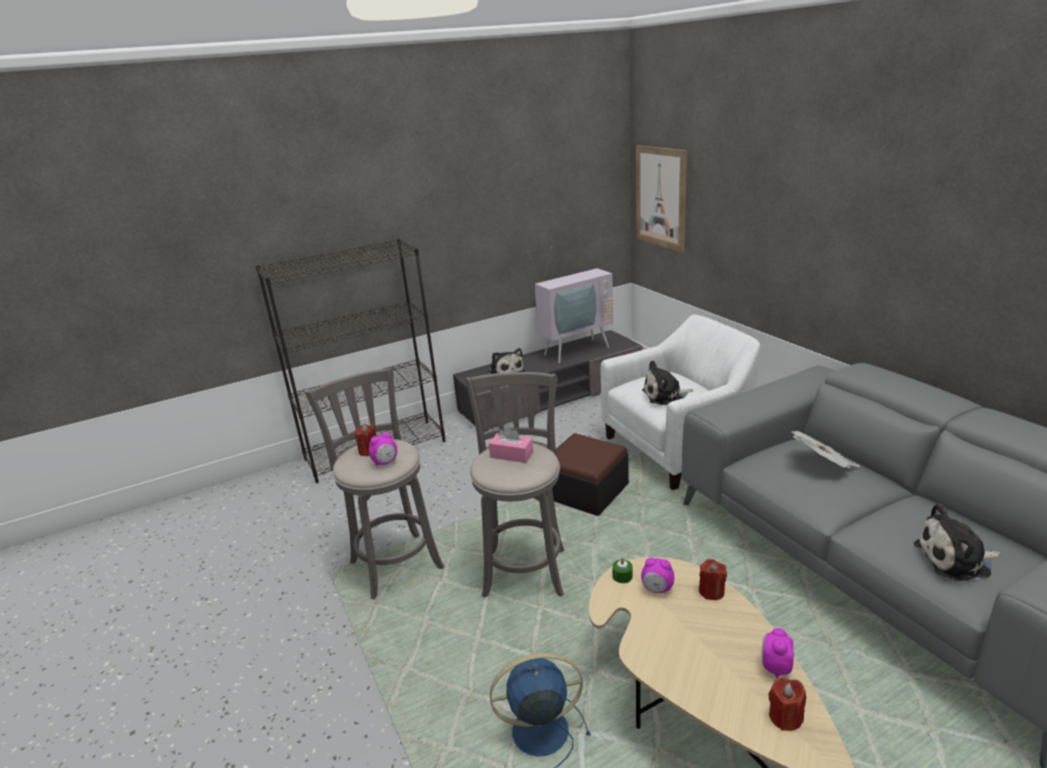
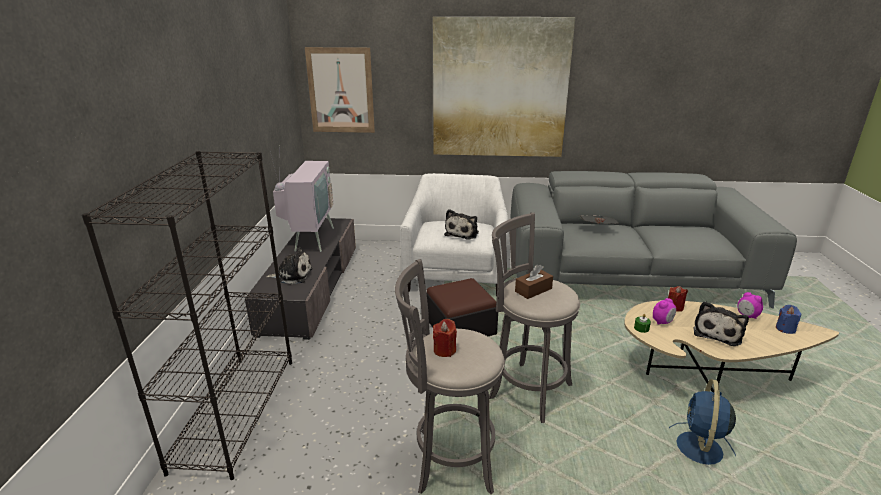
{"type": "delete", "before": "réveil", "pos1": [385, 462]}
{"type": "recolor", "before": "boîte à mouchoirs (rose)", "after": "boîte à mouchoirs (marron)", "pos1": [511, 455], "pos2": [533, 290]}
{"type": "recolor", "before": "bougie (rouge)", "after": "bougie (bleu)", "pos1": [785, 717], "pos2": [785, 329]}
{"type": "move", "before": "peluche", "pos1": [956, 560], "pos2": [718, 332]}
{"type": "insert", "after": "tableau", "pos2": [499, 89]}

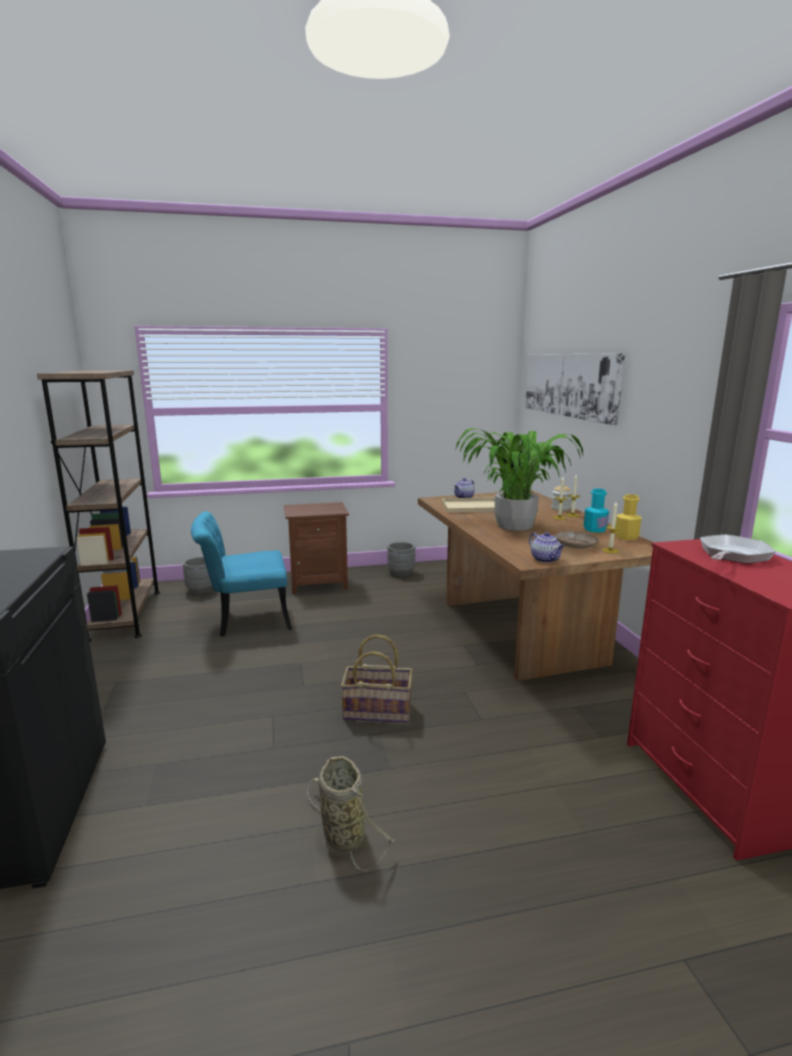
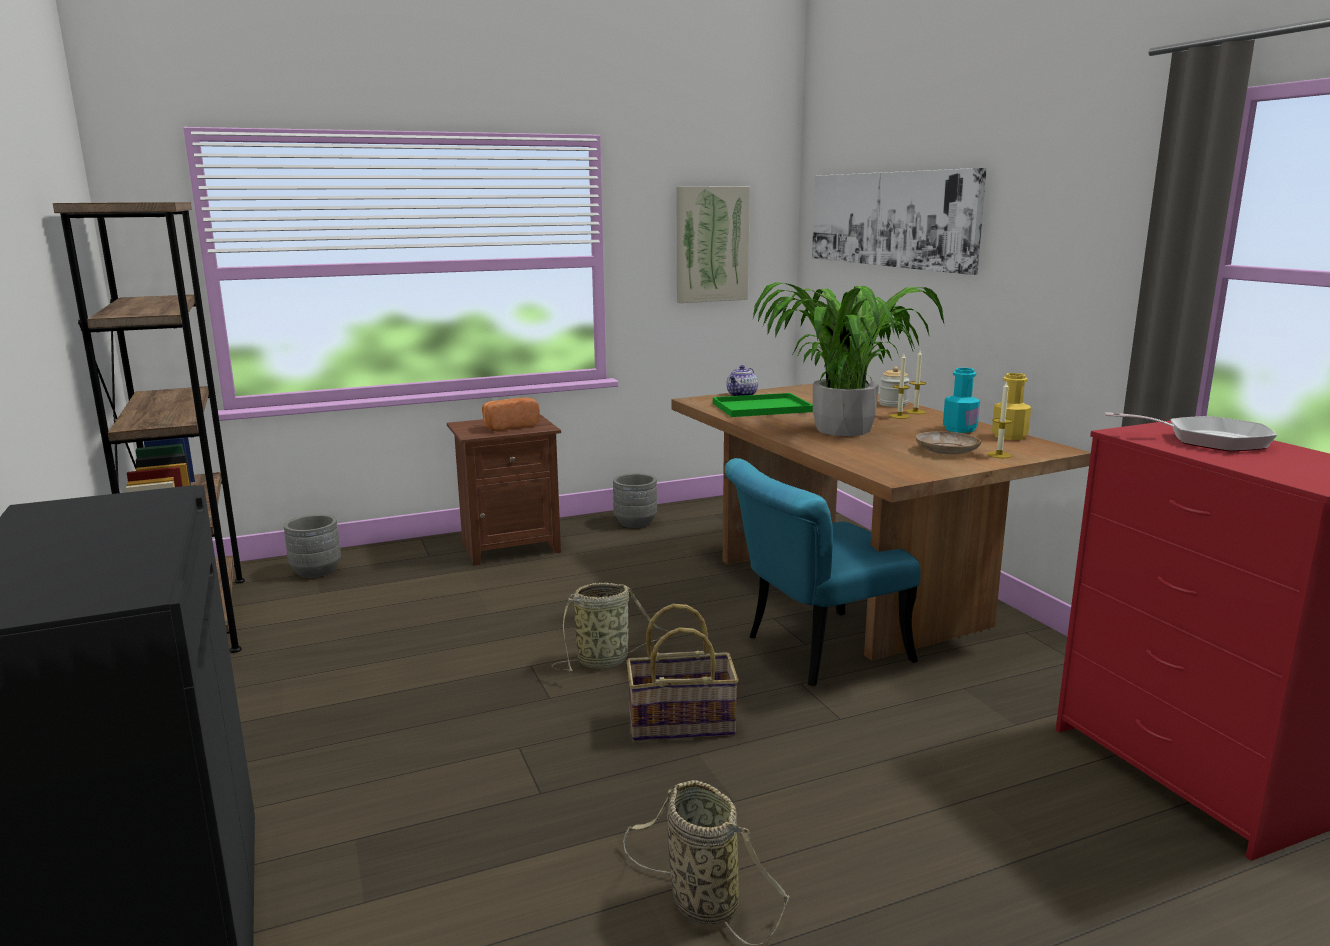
{"type": "move", "before": "chaise (turquoise)", "pos1": [245, 620], "pos2": [813, 652]}
{"type": "recolor", "before": "plateau (beige)", "after": "plateau (vert)", "pos1": [470, 507], "pos2": [760, 408]}
{"type": "delete", "before": "théière", "pos1": [545, 559]}
{"type": "rotate", "before": "poêle", "pos1": [732, 555], "pos2": [1208, 440], "turn": 75}
{"type": "insert", "after": "pain", "pos2": [509, 426]}
{"type": "insert", "after": "panier", "pos2": [606, 660]}
{"type": "insert", "after": "tableau", "pos2": [711, 244]}

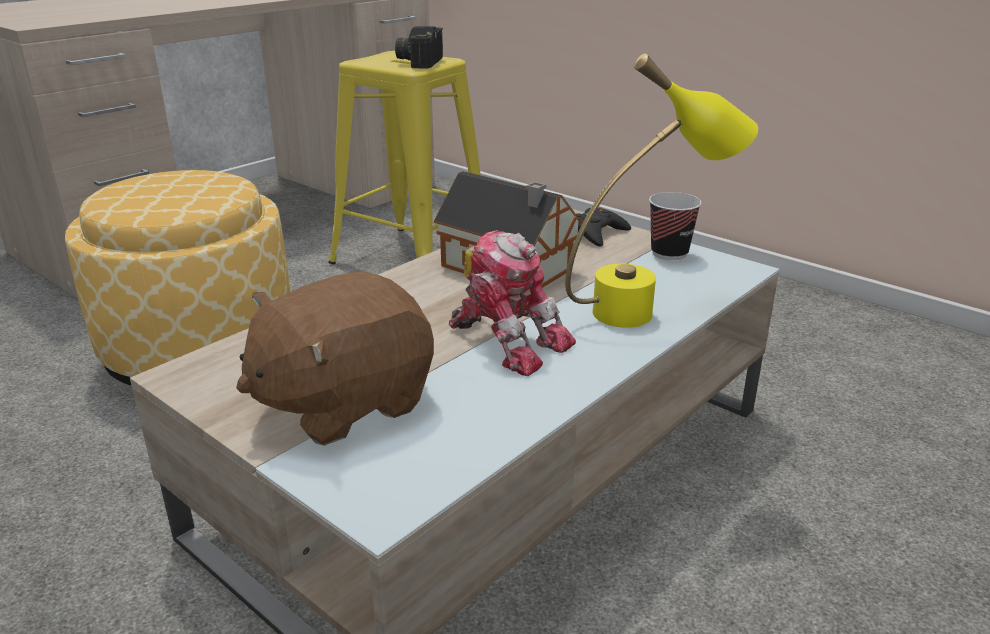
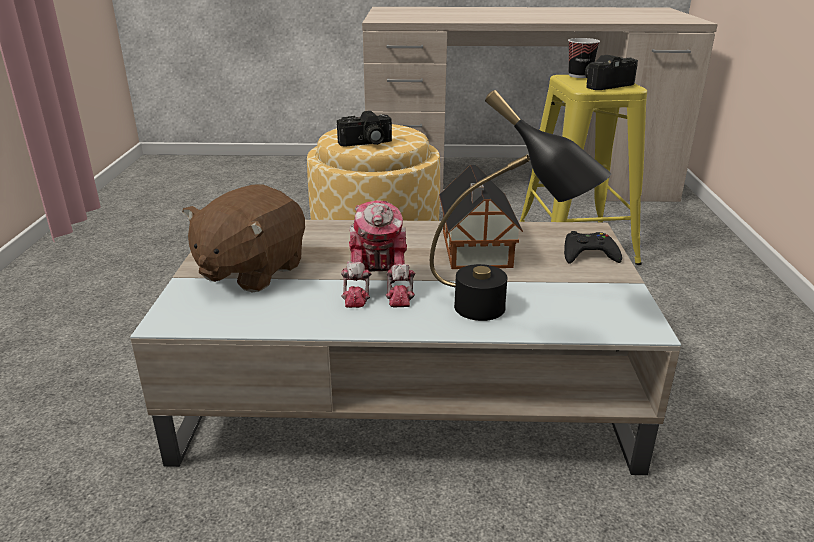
{"type": "rotate", "before": "peluche (marron)", "pos1": [343, 402], "pos2": [250, 271], "turn": -75}
{"type": "recolor", "before": "lampe de table (jaune)", "after": "lampe de table (noir)", "pos1": [648, 308], "pos2": [504, 313]}
{"type": "move", "before": "tasse", "pos1": [669, 253], "pos2": [579, 76]}
{"type": "insert", "after": "appareil photo", "pos2": [366, 143]}

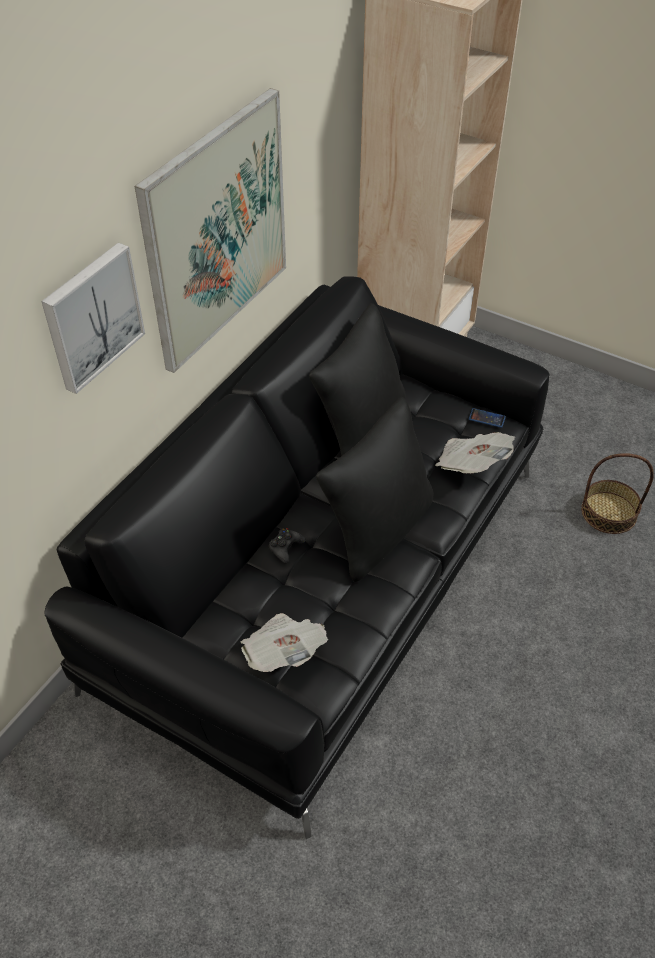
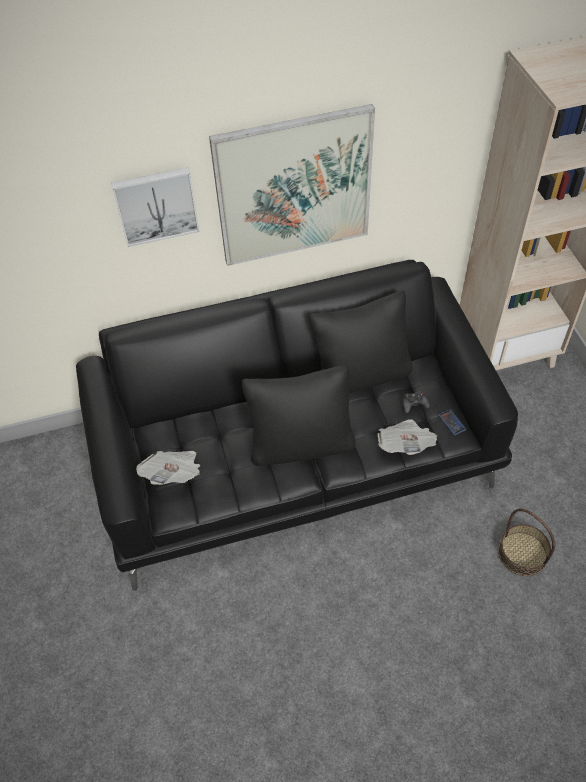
{"type": "move", "before": "manette (noir)", "pos1": [285, 547], "pos2": [414, 404]}

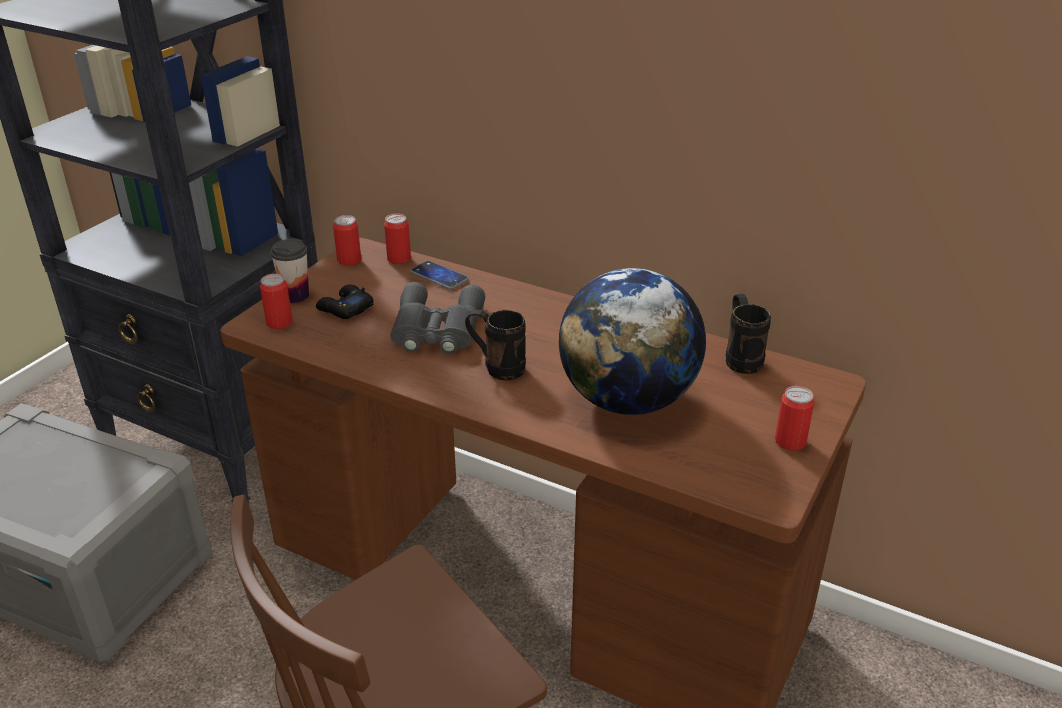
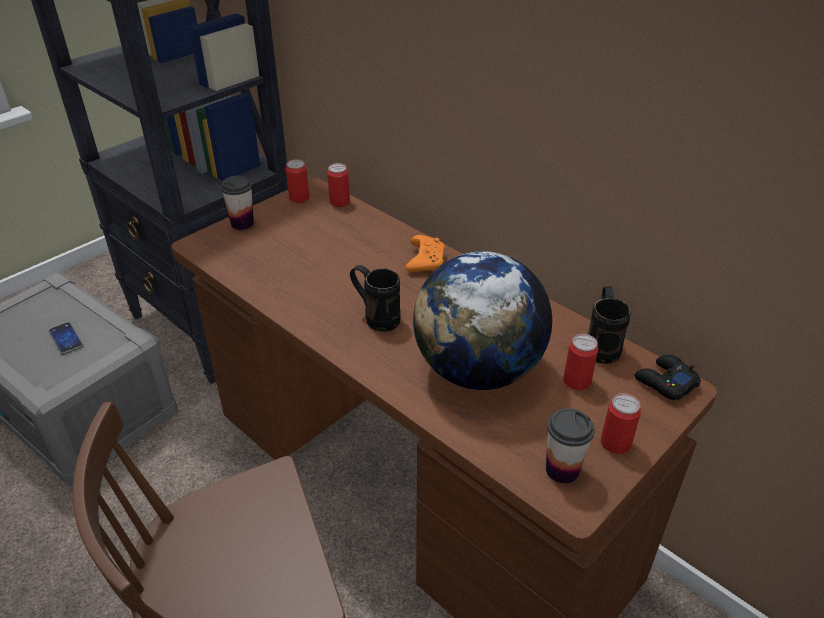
{"type": "move", "before": "boîte métallique", "pos1": [279, 323], "pos2": [577, 381]}
{"type": "move", "before": "manette (noir)", "pos1": [345, 308], "pos2": [665, 382]}
{"type": "delete", "before": "jumelles (gris)", "pos1": [436, 330]}
{"type": "move", "before": "téléphone", "pos1": [439, 276], "pos2": [66, 339]}
{"type": "insert", "after": "manette (orange)", "pos2": [425, 261]}
{"type": "insert", "after": "tasse", "pos2": [562, 470]}

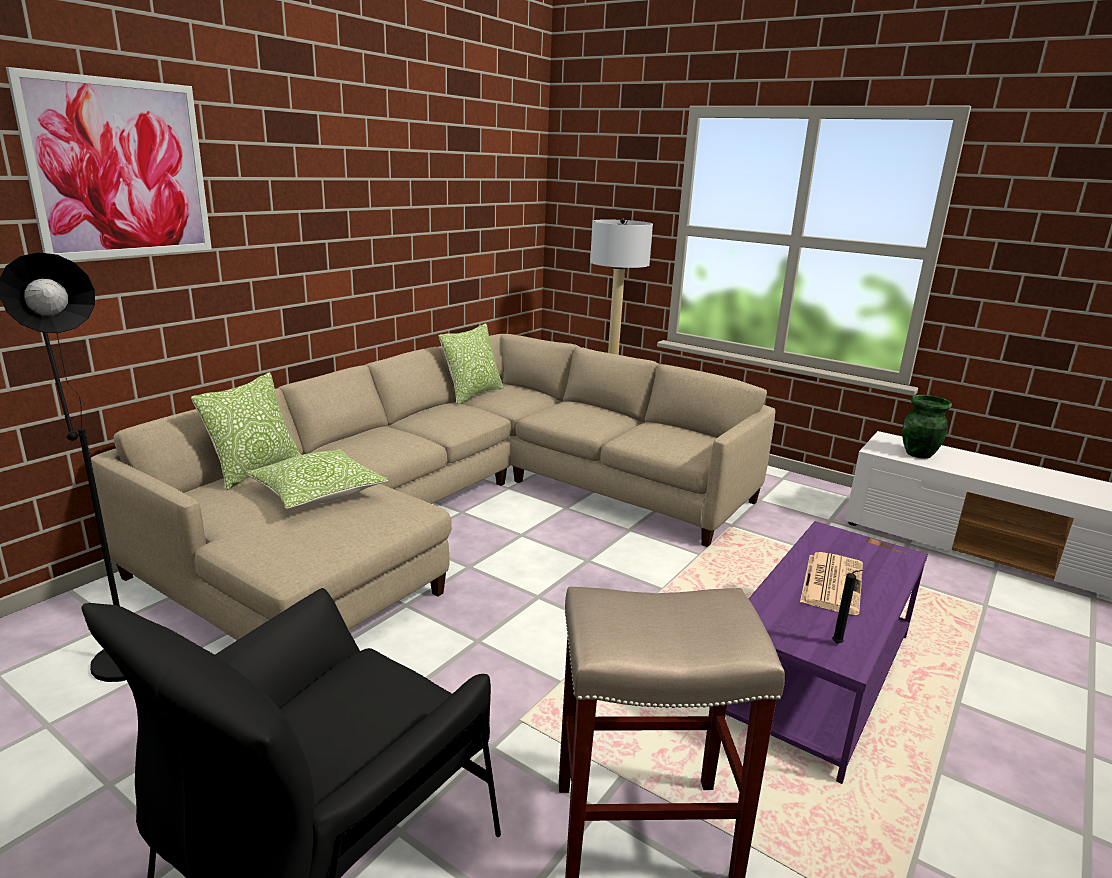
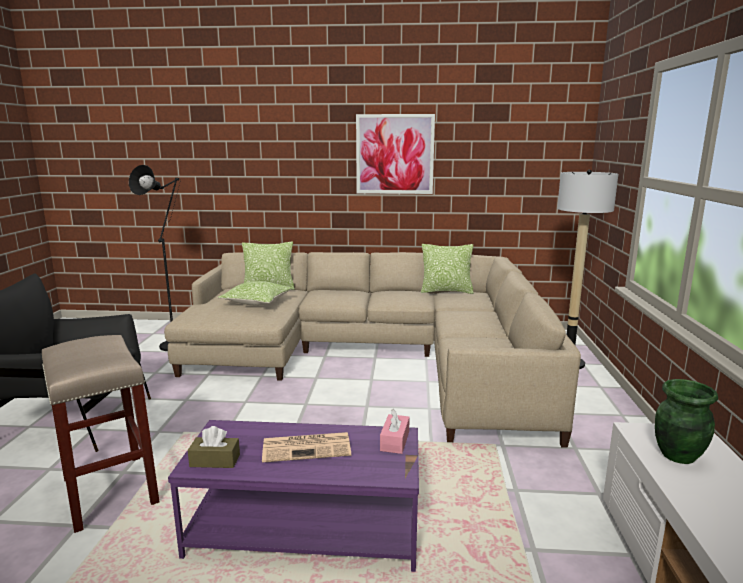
{"type": "move", "before": "tableau", "pos1": [120, 169], "pos2": [394, 154]}
{"type": "replace", "before": "bougie (noir)", "after": "boîte à mouchoirs (marron)", "pos1": [839, 644], "pos2": [215, 460]}
{"type": "insert", "after": "boîte à mouchoirs (rose)", "pos2": [394, 441]}

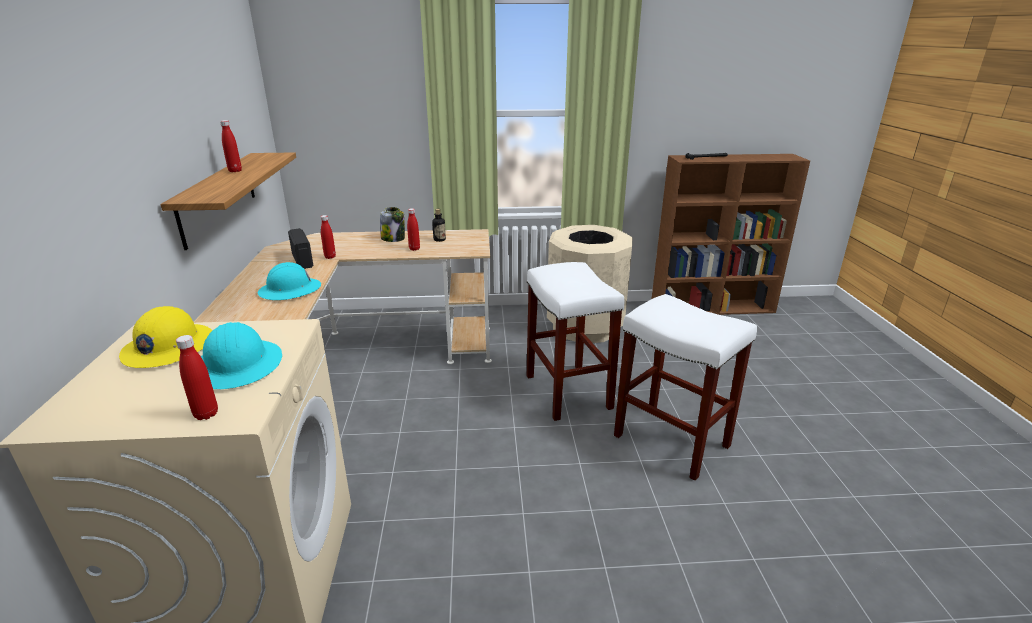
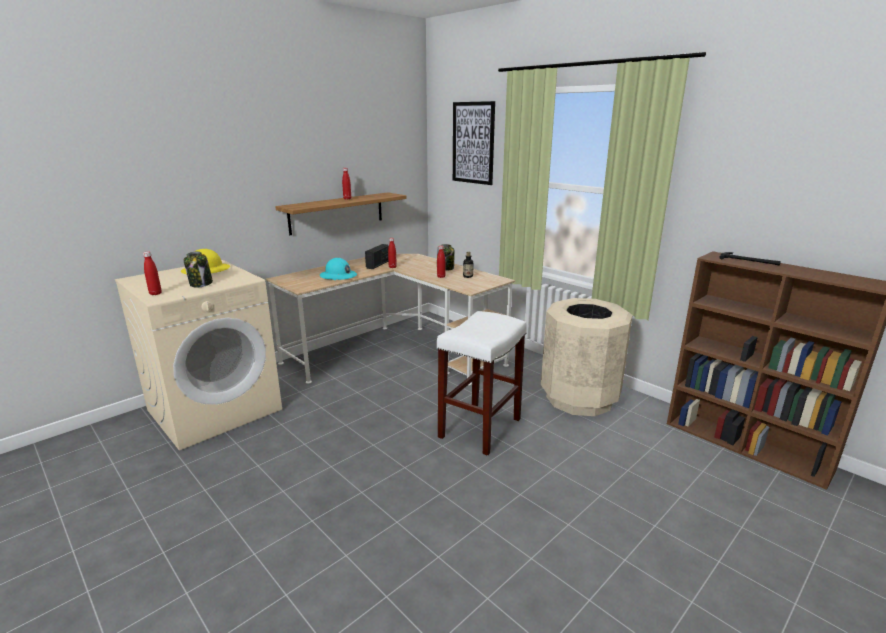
{"type": "replace", "before": "casque de chantier (turquoise)", "after": "bocal", "pos1": [238, 366], "pos2": [201, 284]}
{"type": "delete", "before": "tabouret (blanc)", "pos1": [673, 441]}
{"type": "insert", "after": "tableau", "pos2": [473, 143]}

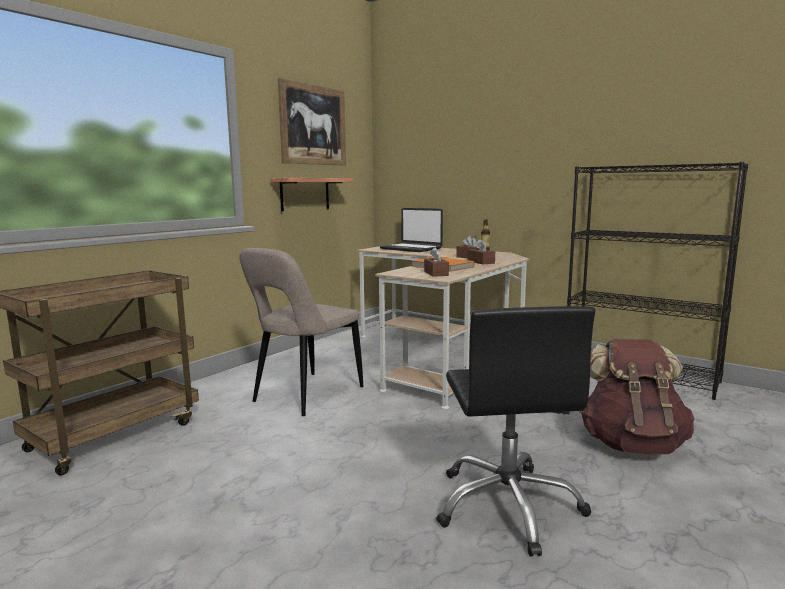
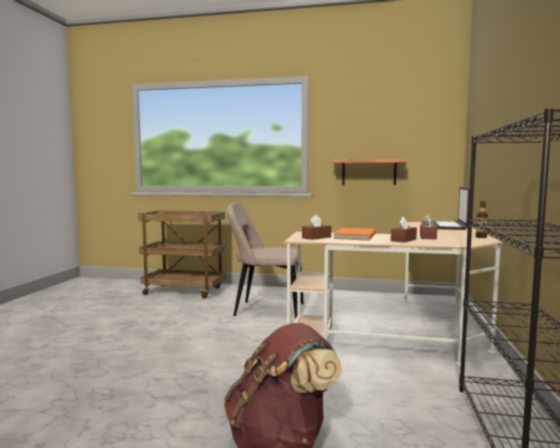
{"type": "delete", "before": "tableau", "pos1": [313, 125]}
{"type": "delete", "before": "chaise de bureau (noir)", "pos1": [508, 505]}

